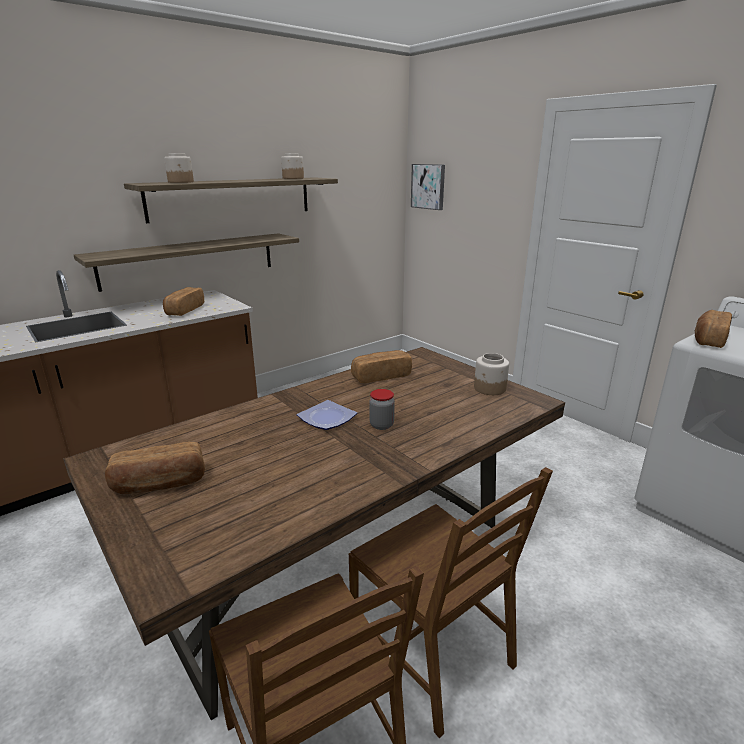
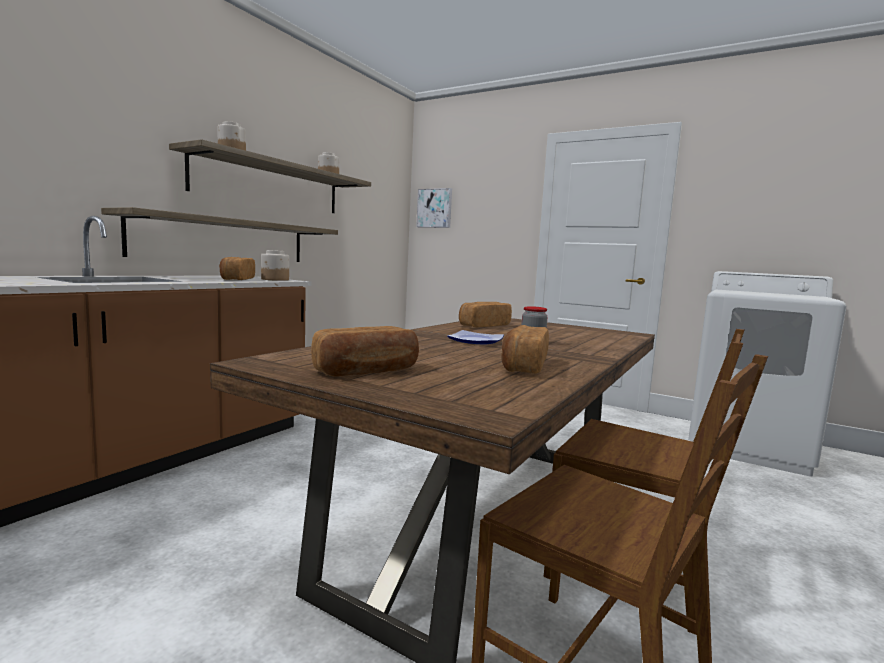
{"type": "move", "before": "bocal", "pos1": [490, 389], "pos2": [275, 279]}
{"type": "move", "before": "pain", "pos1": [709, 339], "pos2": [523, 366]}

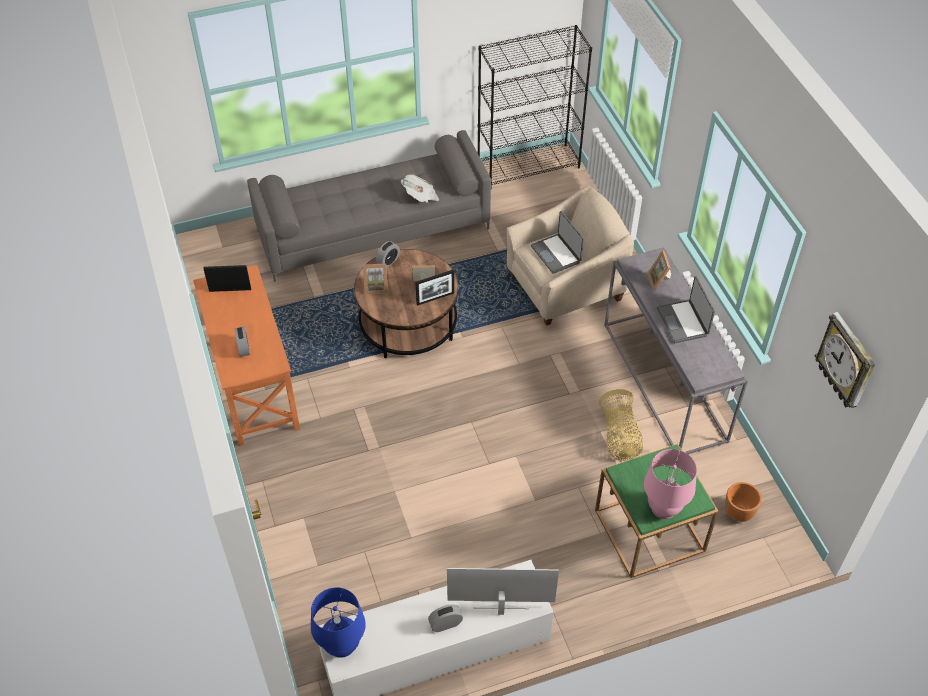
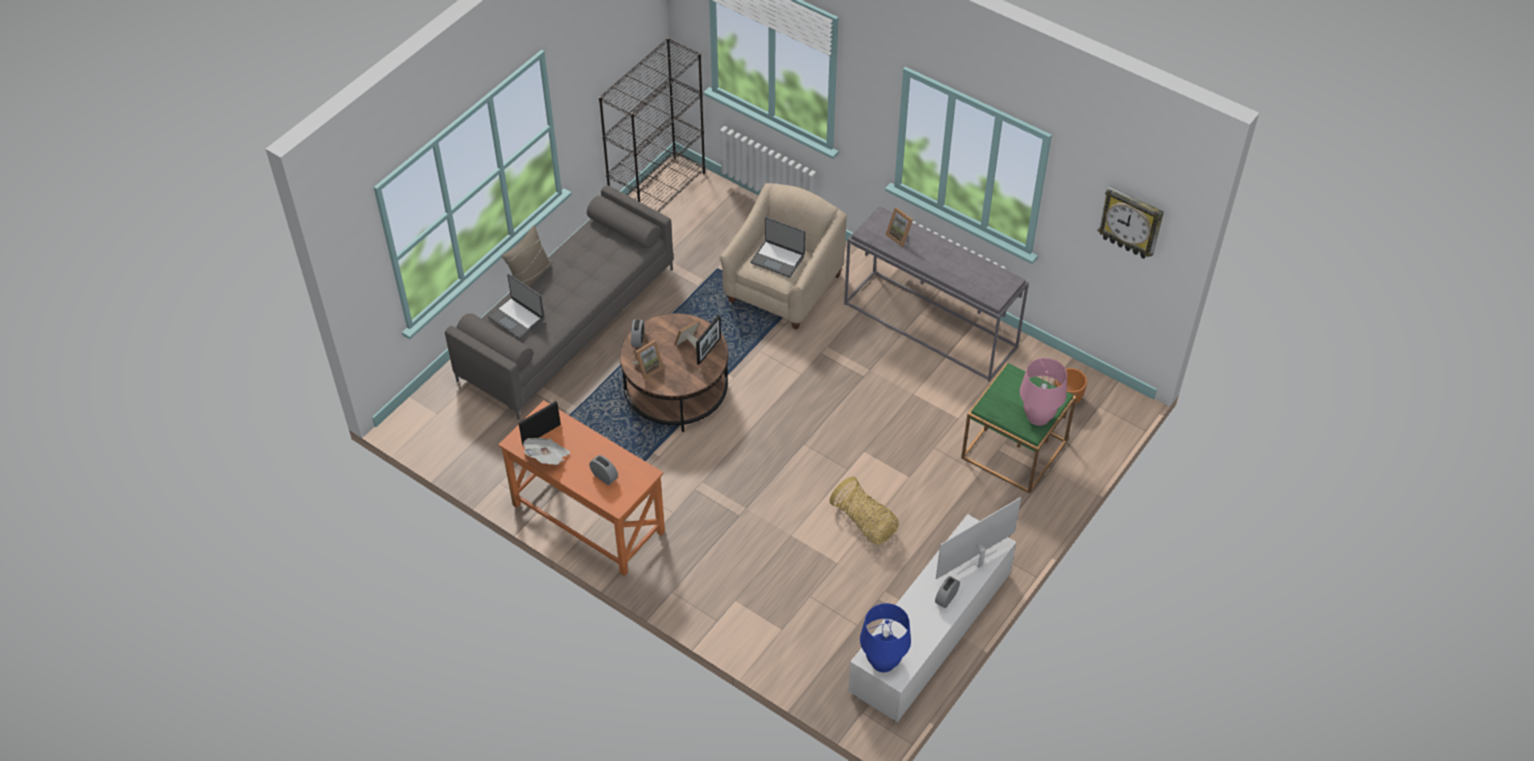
{"type": "move", "before": "journal", "pos1": [421, 196], "pos2": [547, 458]}
{"type": "move", "before": "panier", "pos1": [619, 436], "pos2": [865, 522]}
{"type": "move", "before": "ordinateur portable", "pos1": [683, 322], "pos2": [517, 318]}
{"type": "insert", "after": "coussin (beige)", "pos2": [530, 276]}

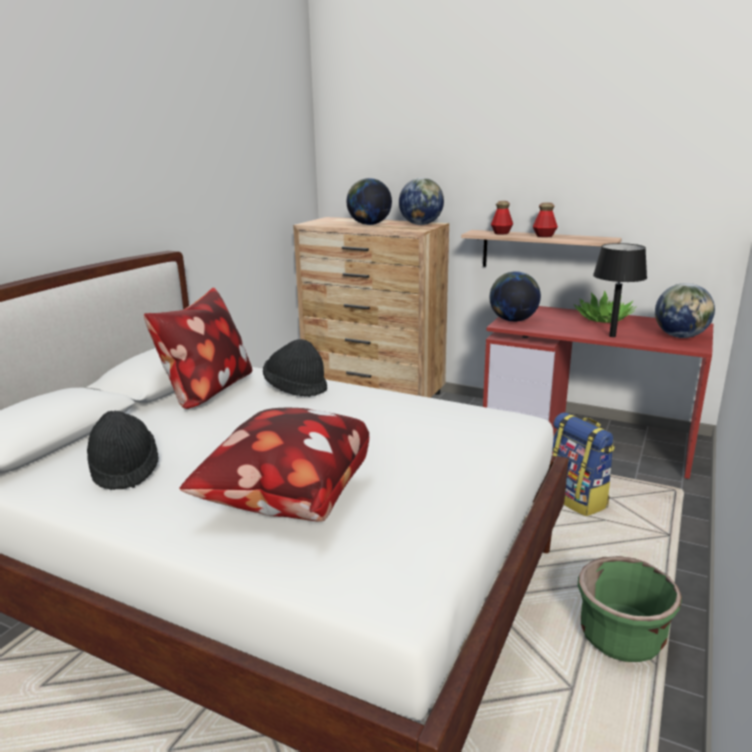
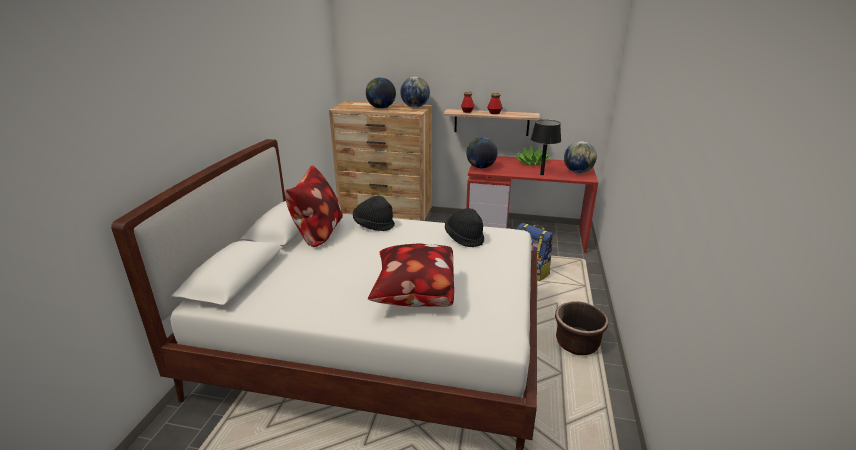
{"type": "move", "before": "chapeau (noir)", "pos1": [125, 470], "pos2": [464, 238]}
{"type": "recolor", "before": "cache-pot (vert)", "after": "cache-pot (marron)", "pos1": [621, 637], "pos2": [577, 343]}

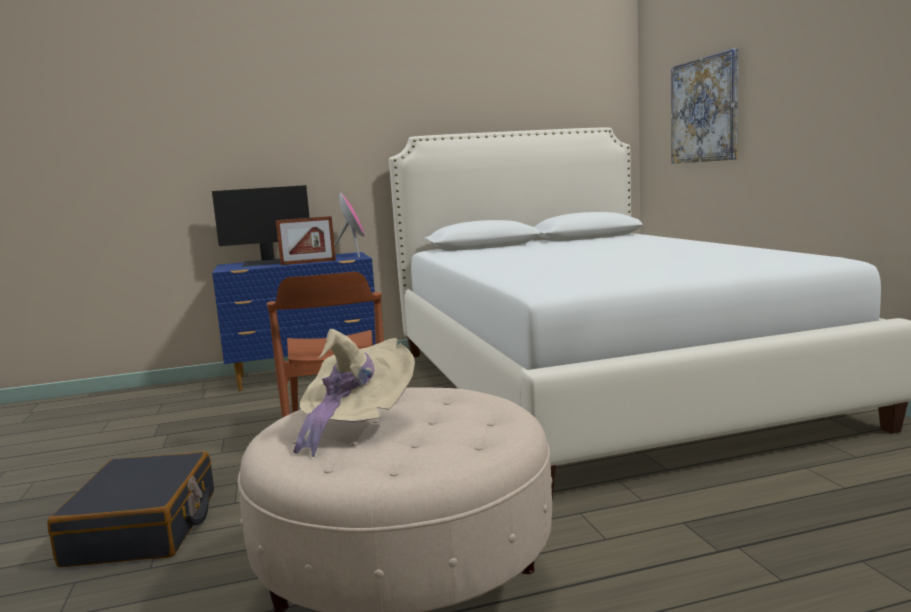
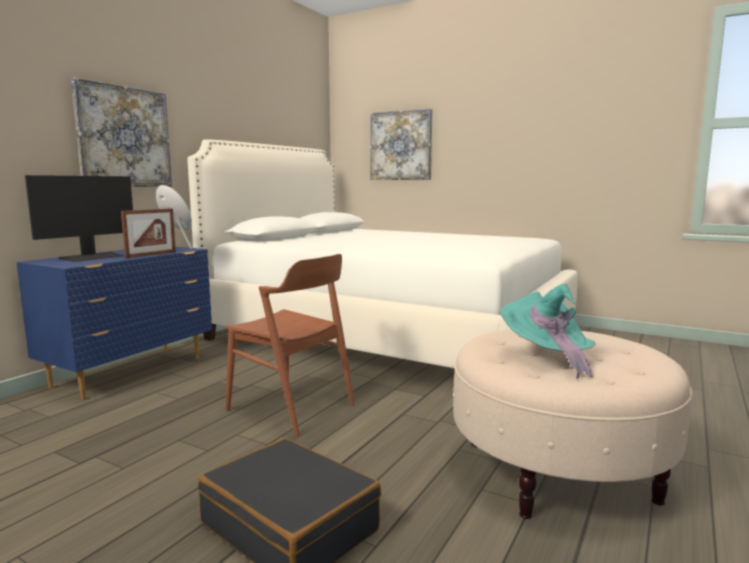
{"type": "recolor", "before": "chapeau (beige)", "after": "chapeau (turquoise)", "pos1": [355, 426], "pos2": [547, 357]}
{"type": "insert", "after": "tableau", "pos2": [124, 137]}

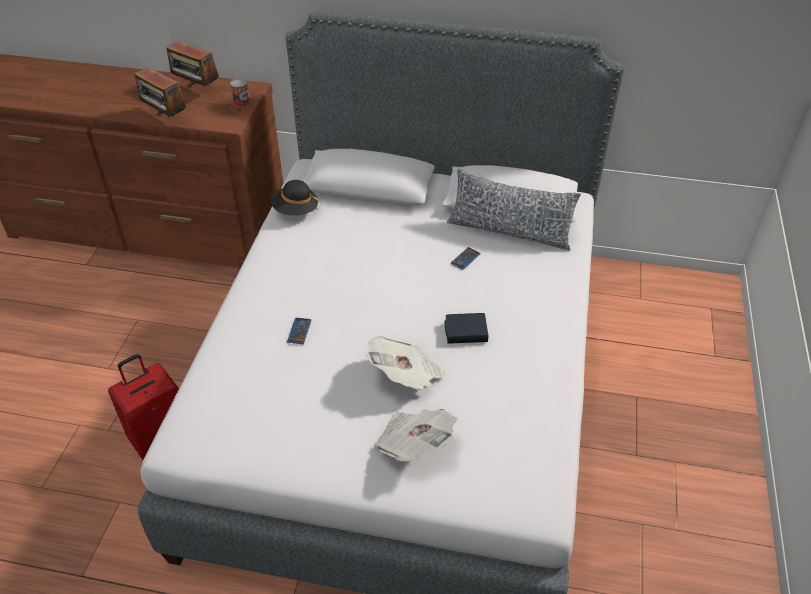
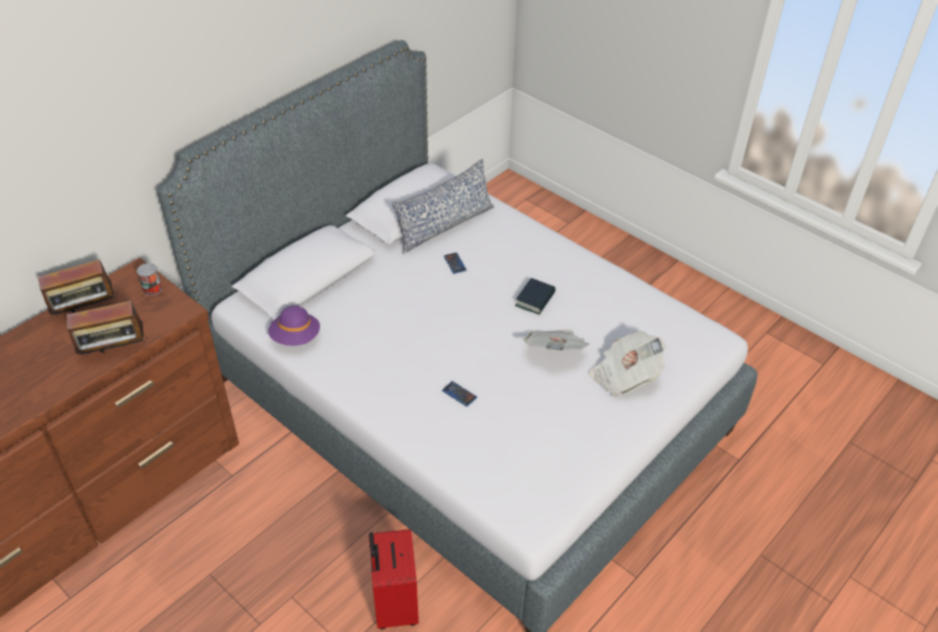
{"type": "recolor", "before": "chapeau (noir)", "after": "chapeau (violet)", "pos1": [295, 210], "pos2": [295, 337]}

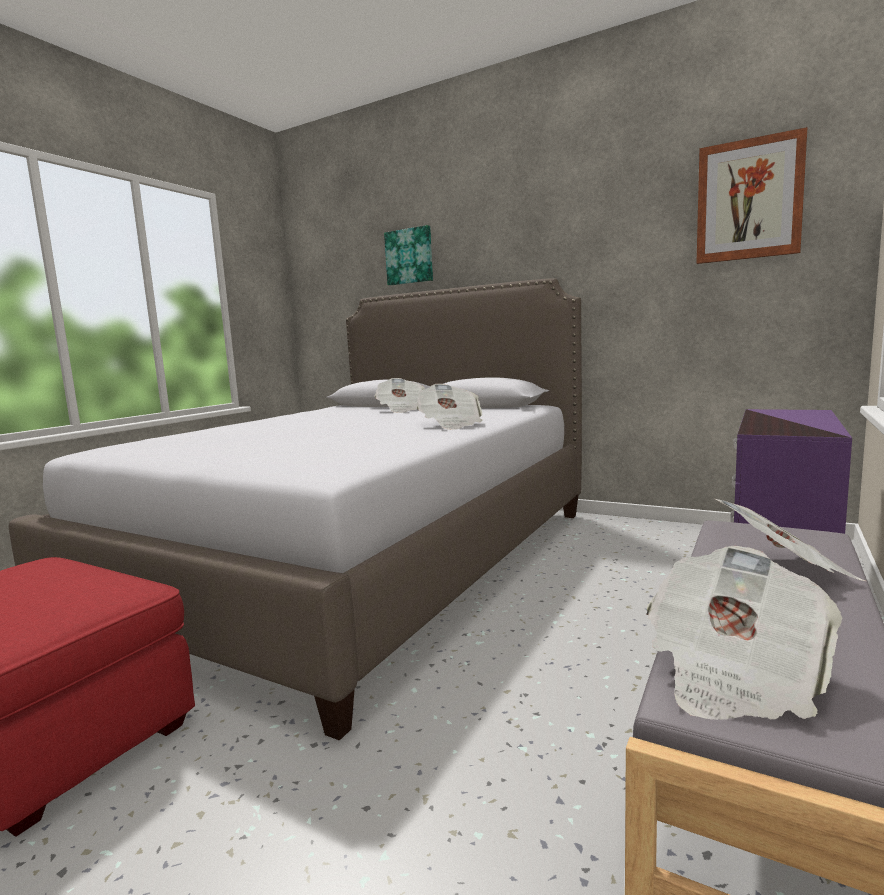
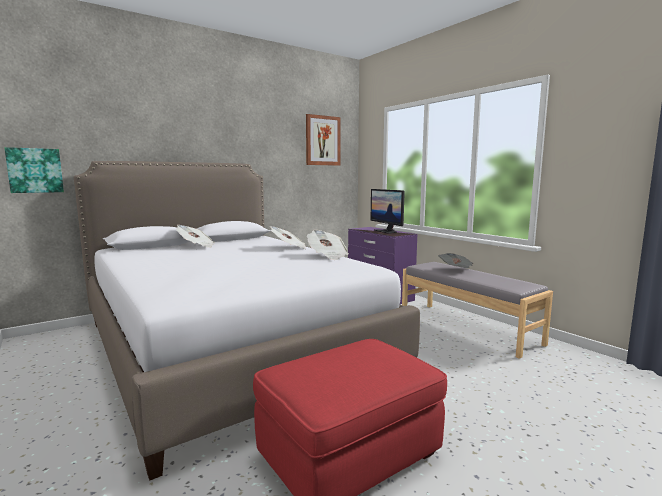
{"type": "move", "before": "tableau", "pos1": [409, 256], "pos2": [35, 170]}
{"type": "move", "before": "journal", "pos1": [733, 674], "pos2": [327, 256]}
{"type": "insert", "after": "écran d'ordinateur", "pos2": [387, 231]}

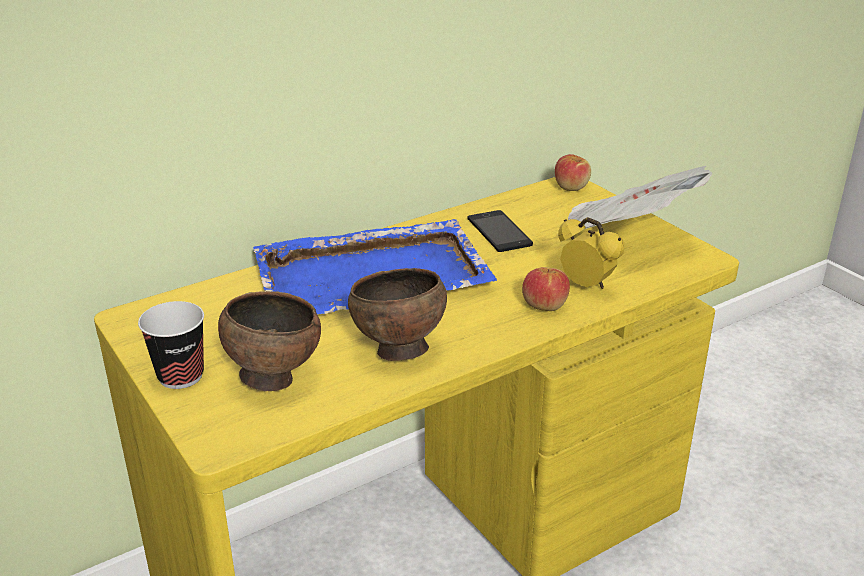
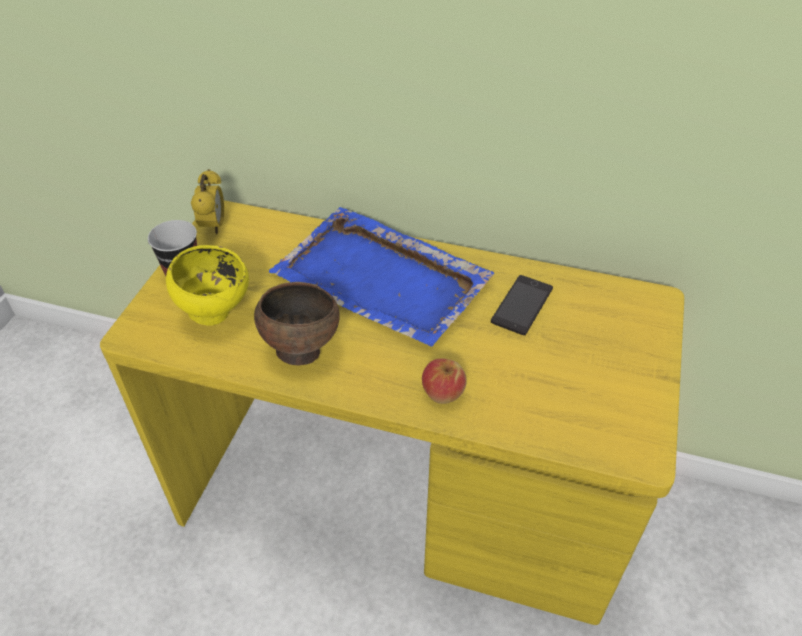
{"type": "recolor", "before": "bol (marron)", "after": "bol (jaune)", "pos1": [273, 378], "pos2": [216, 313]}
{"type": "delete", "before": "pomme", "pos1": [571, 187]}
{"type": "move", "before": "réveil", "pos1": [586, 286], "pos2": [214, 226]}
{"type": "delete", "before": "journal", "pos1": [625, 235]}

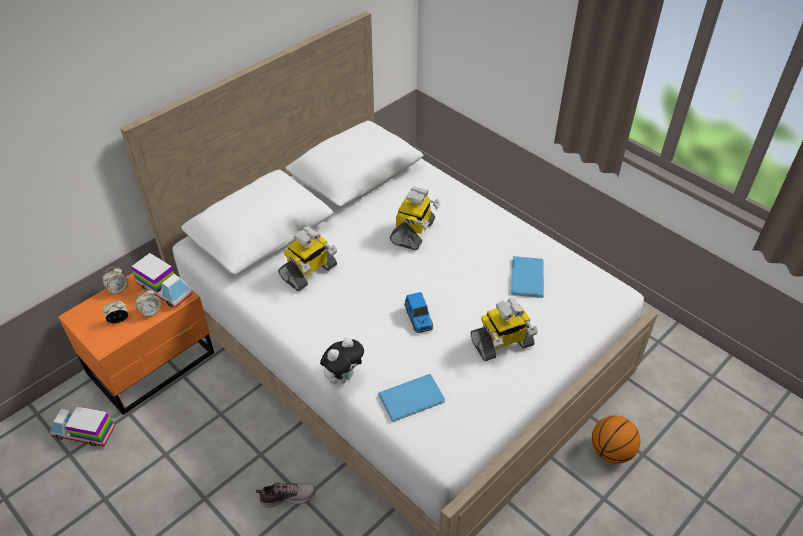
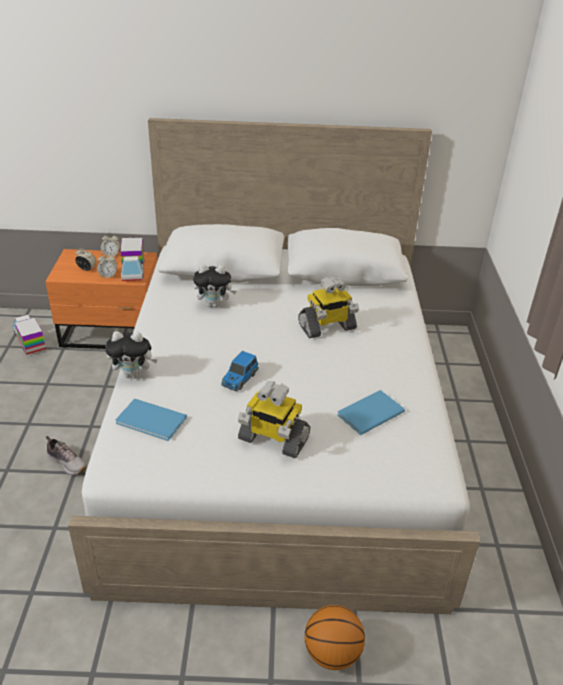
{"type": "replace", "before": "robot jouet", "after": "peluche", "pos1": [309, 272], "pos2": [214, 305]}

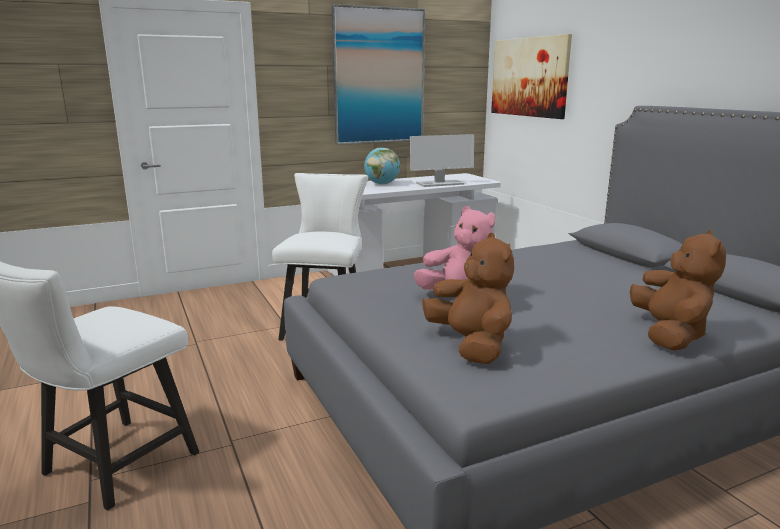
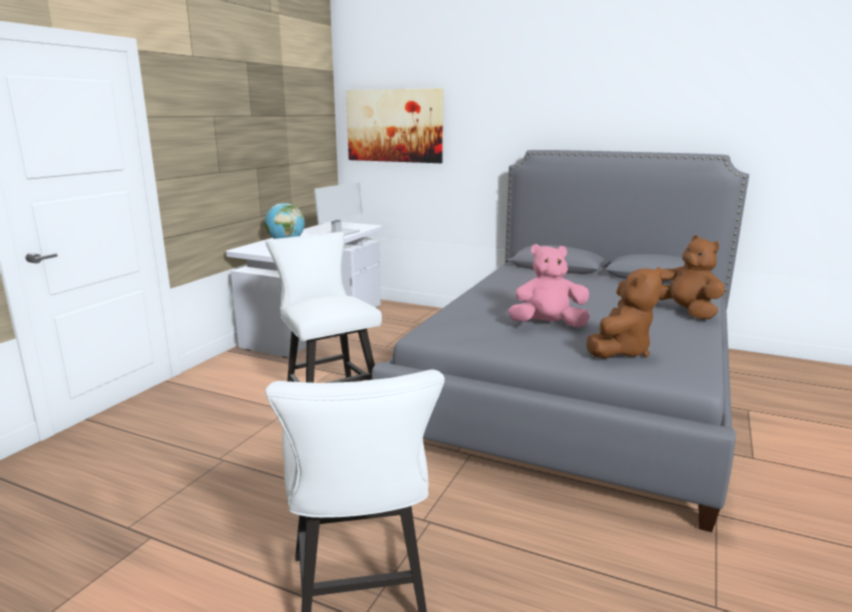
{"type": "delete", "before": "tableau", "pos1": [379, 76]}
{"type": "rotate", "before": "peluche (marron)", "pos1": [471, 345], "pos2": [620, 351], "turn": 105}

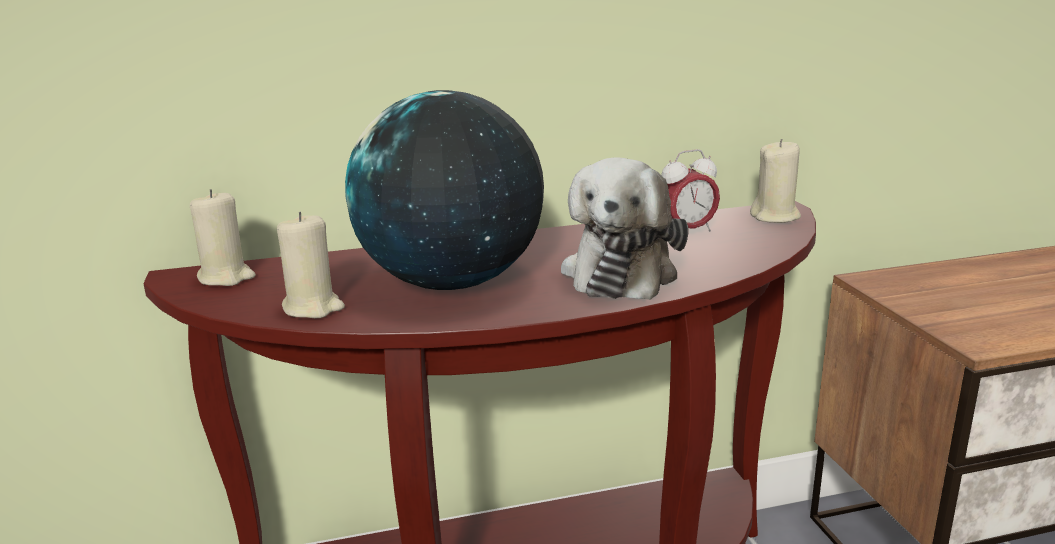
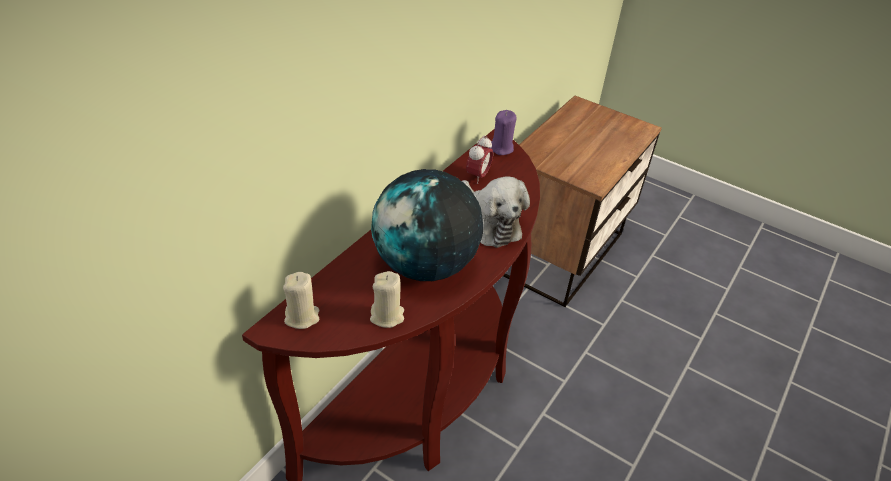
{"type": "recolor", "before": "bougie (beige)", "after": "bougie (violet)", "pos1": [775, 217], "pos2": [501, 148]}

